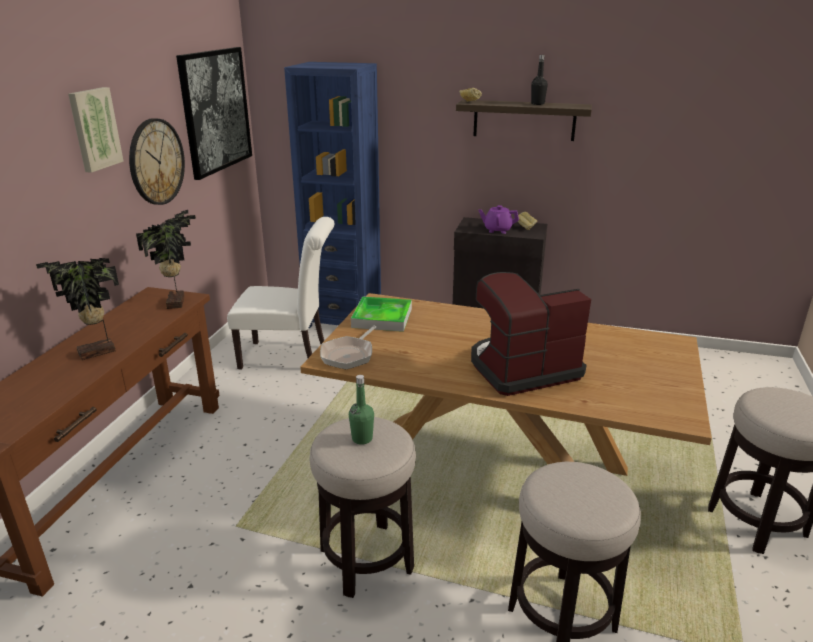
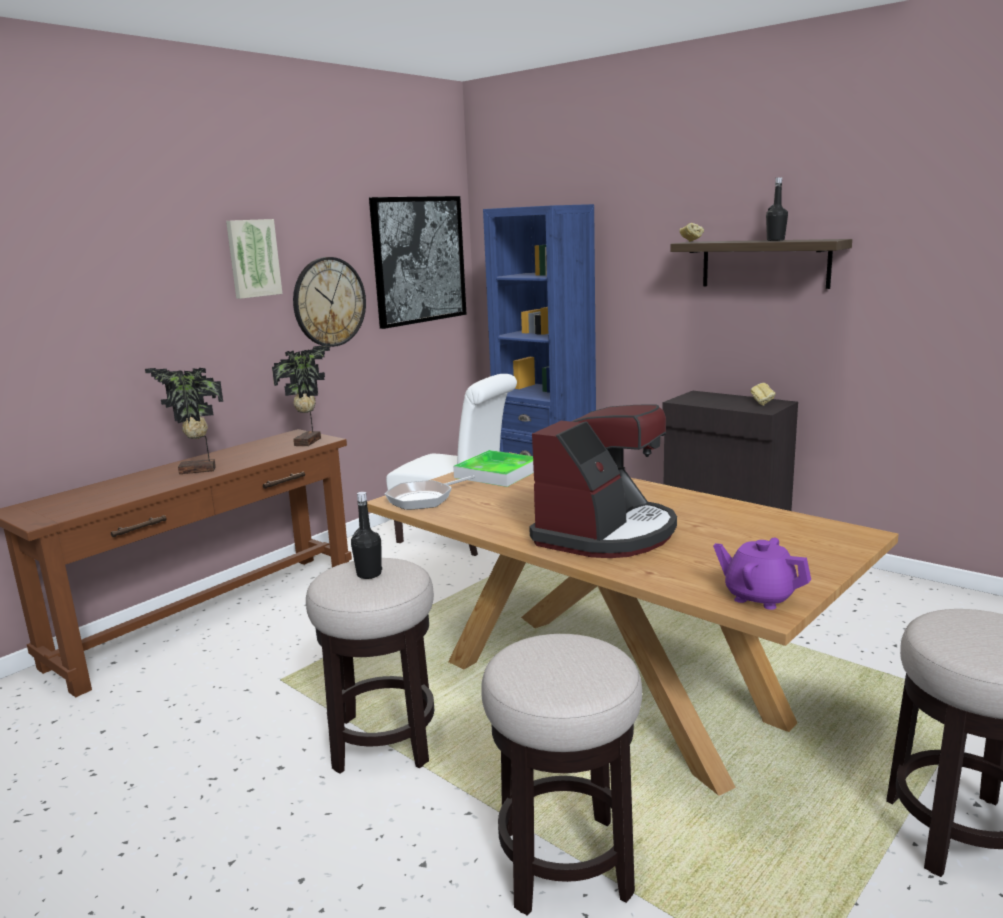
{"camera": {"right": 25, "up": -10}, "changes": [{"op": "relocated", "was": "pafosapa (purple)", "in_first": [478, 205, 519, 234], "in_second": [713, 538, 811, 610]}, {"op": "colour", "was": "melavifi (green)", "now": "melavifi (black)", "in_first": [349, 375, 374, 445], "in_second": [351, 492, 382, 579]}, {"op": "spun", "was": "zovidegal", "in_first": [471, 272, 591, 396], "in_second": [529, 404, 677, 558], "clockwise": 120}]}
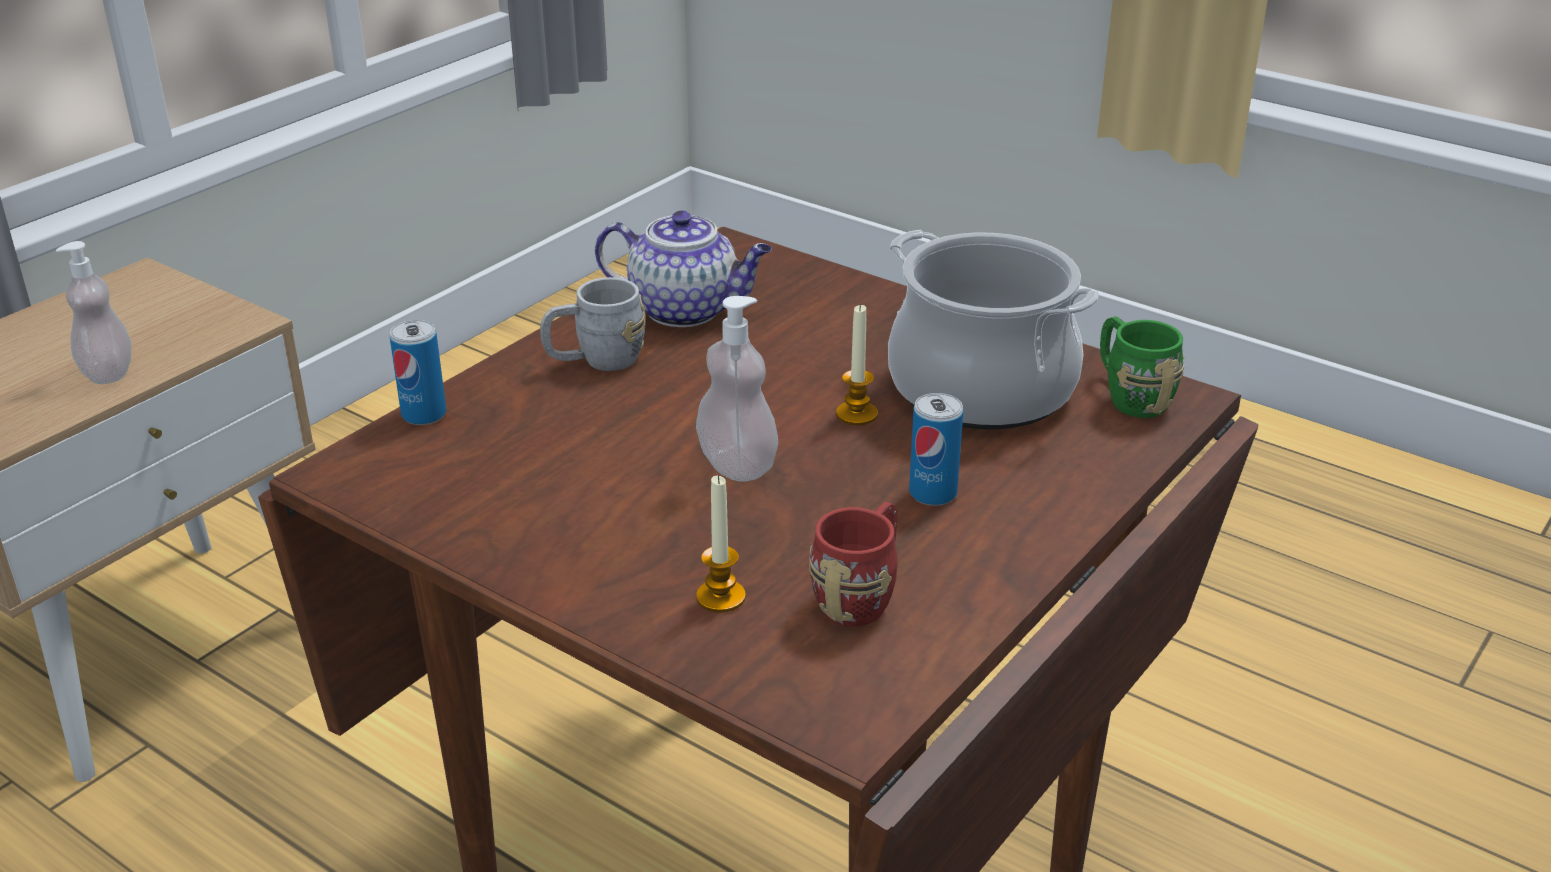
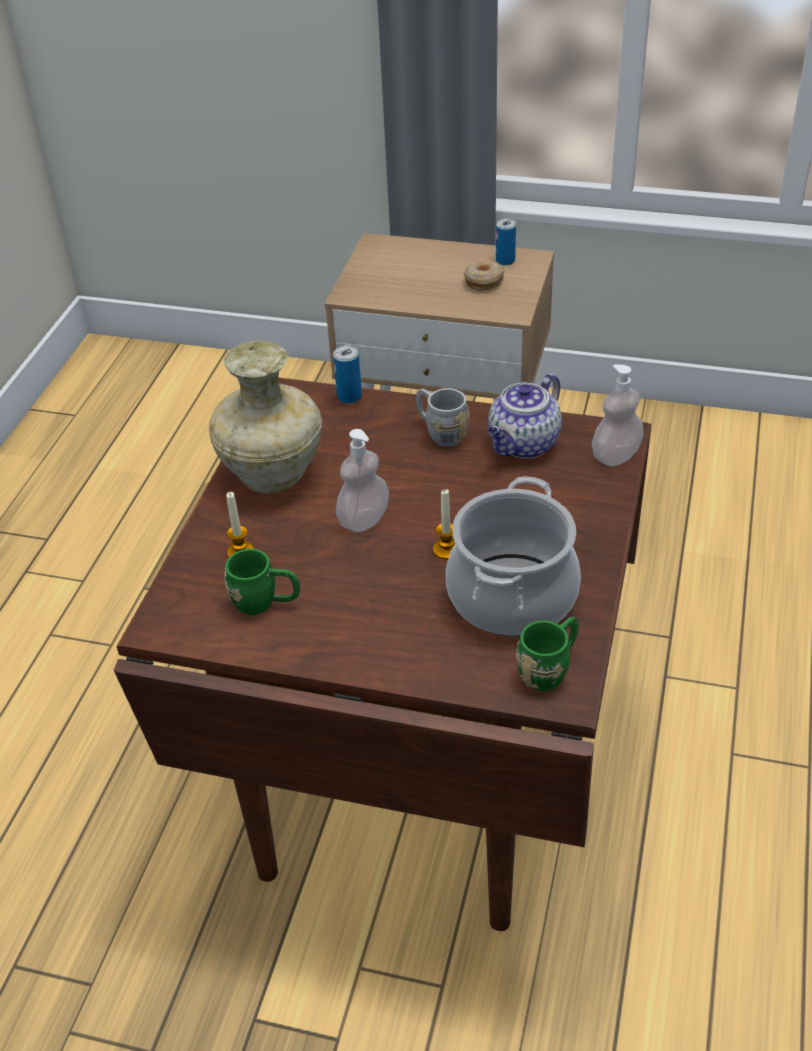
{"camera": {"right": 70, "up": 10}, "changes": [{"op": "appeared", "now": "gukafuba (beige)", "in_second": [209, 341, 322, 493]}, {"op": "appeared", "now": "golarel", "in_second": [464, 261, 505, 291]}, {"op": "relocated", "was": "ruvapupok", "in_first": [56, 241, 131, 384], "in_second": [592, 364, 644, 466]}, {"op": "relocated", "was": "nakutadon", "in_first": [909, 393, 963, 506], "in_second": [496, 218, 516, 265]}, {"op": "colour", "was": "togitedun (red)", "now": "togitedun (green)", "in_first": [809, 502, 898, 627], "in_second": [224, 549, 300, 615]}, {"op": "spun", "was": "pafosapa", "in_first": [595, 210, 772, 327], "in_second": [488, 373, 562, 459], "clockwise": 45}]}
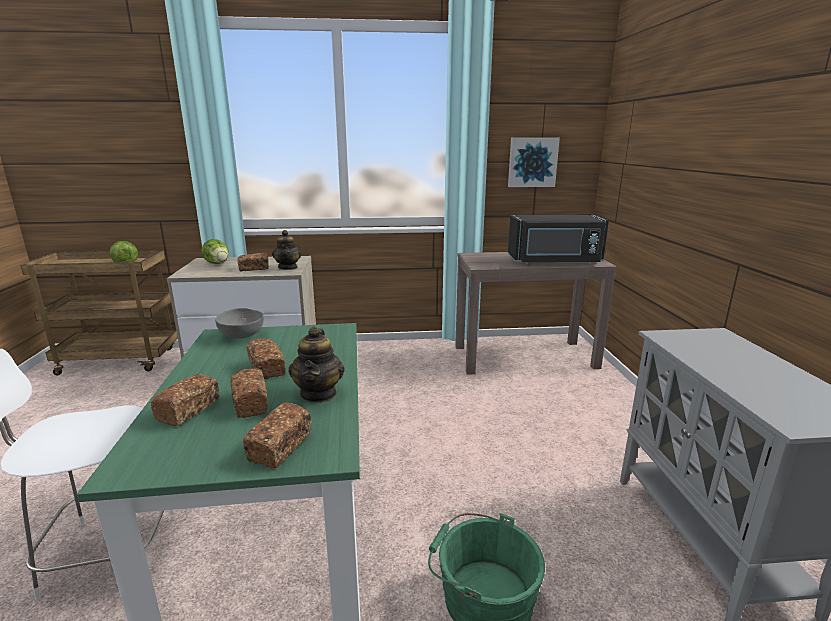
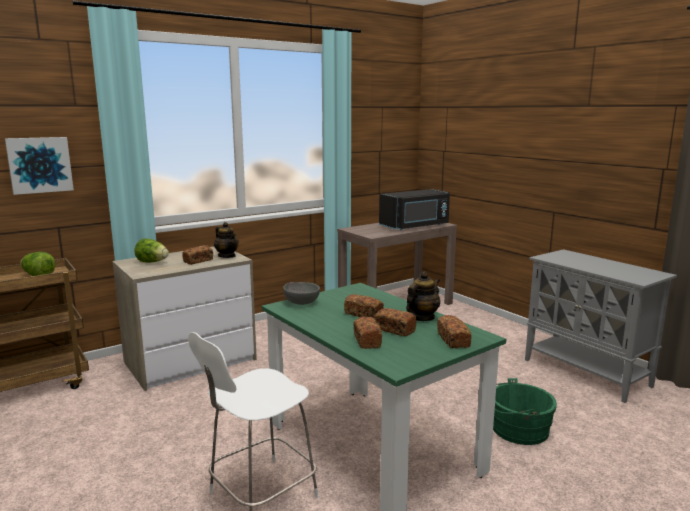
{"camera": {"right": -30, "up": -5}, "changes": [{"op": "relocated", "was": "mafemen", "in_first": [508, 137, 560, 187], "in_second": [5, 137, 74, 195]}, {"op": "spun", "was": "pafosapa", "in_first": [289, 326, 345, 403], "in_second": [406, 271, 440, 321], "clockwise": -105}]}
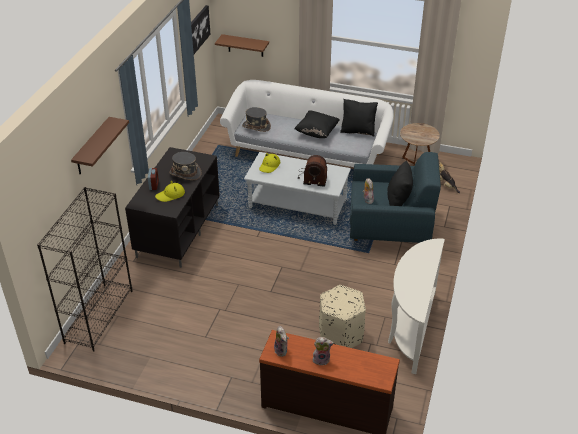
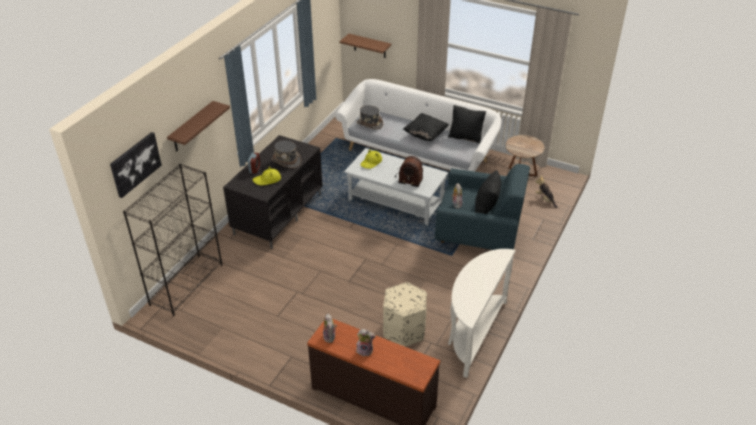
{"camera": {"right": 10, "up": 0}, "changes": [{"op": "relocated", "was": "mafemen", "in_first": [191, 5, 211, 54], "in_second": [110, 132, 162, 198]}]}
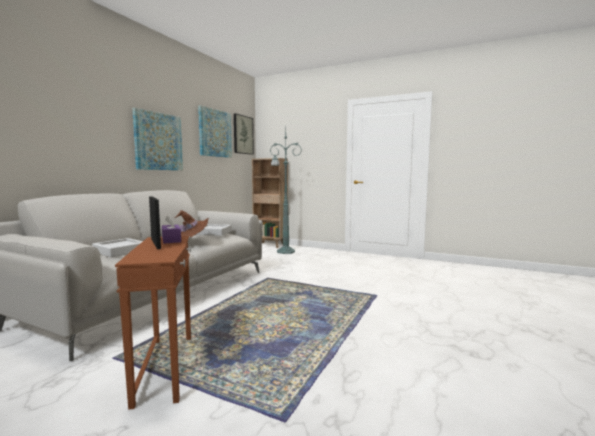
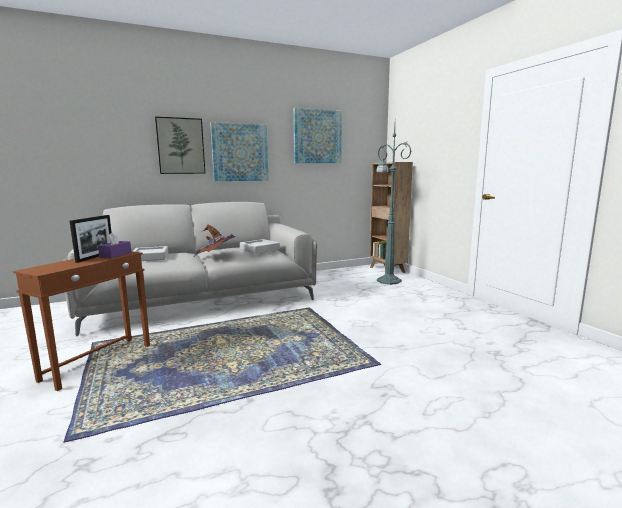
{"camera": {"right": 40, "up": 5}, "changes": [{"op": "relocated", "was": "mafemen", "in_first": [234, 113, 254, 155], "in_second": [155, 117, 205, 174]}]}
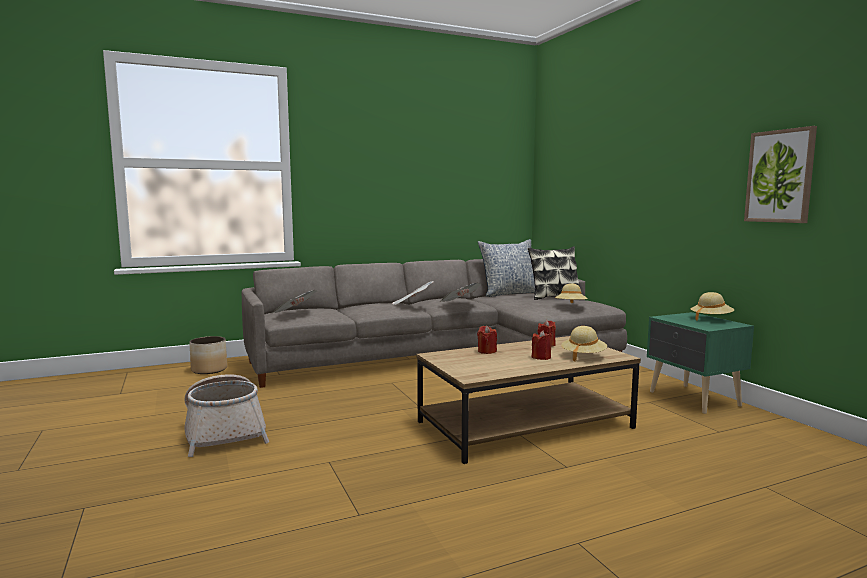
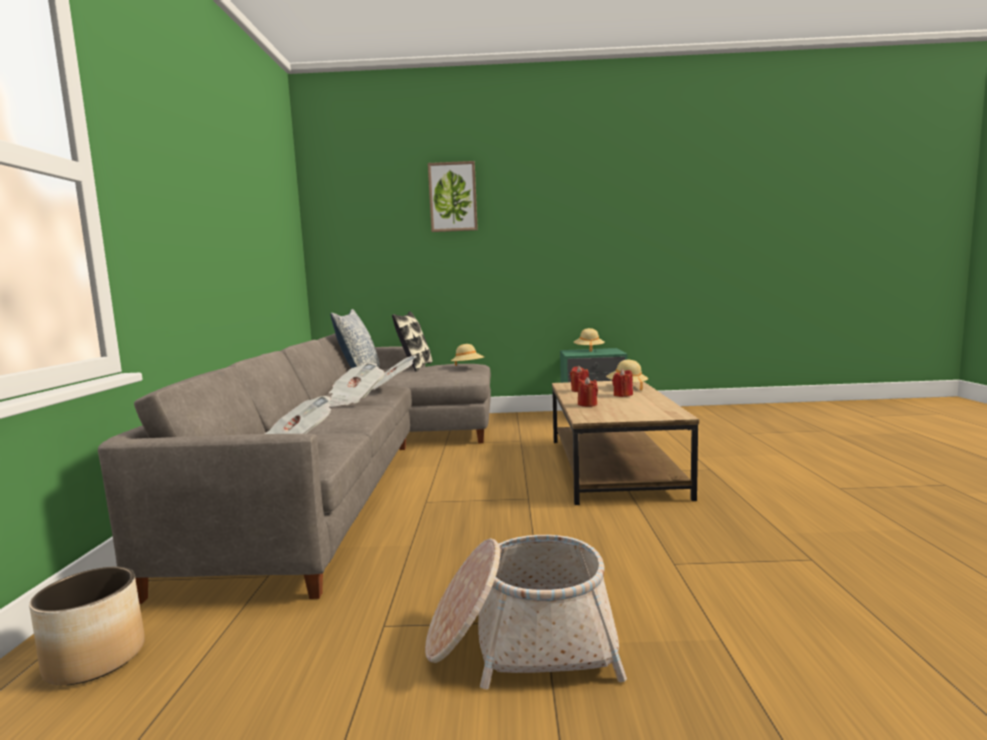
{"camera": {"right": -65, "up": 0}, "changes": [{"op": "relocated", "was": "mafemen", "in_first": [744, 126, 817, 223], "in_second": [428, 161, 478, 232]}]}
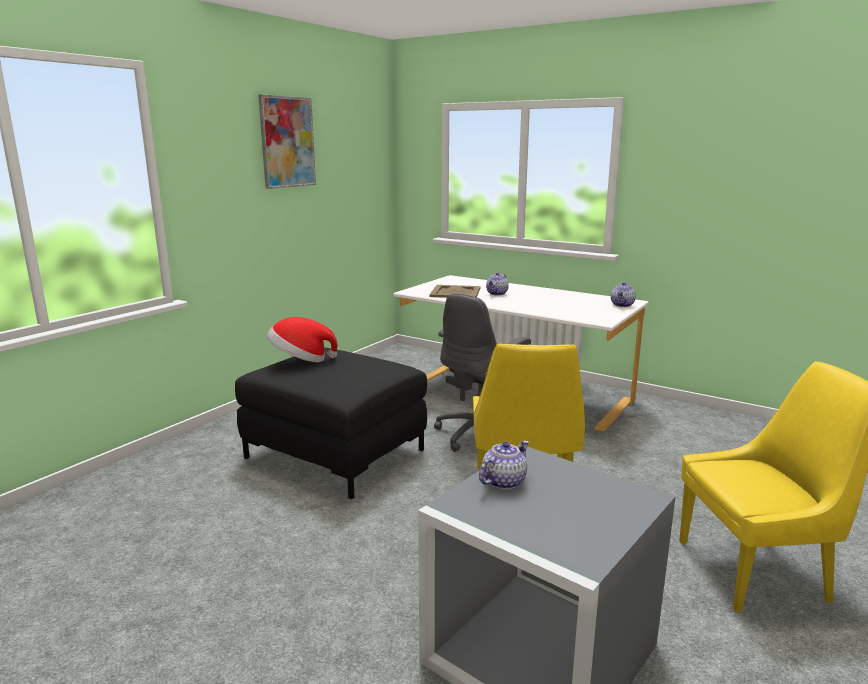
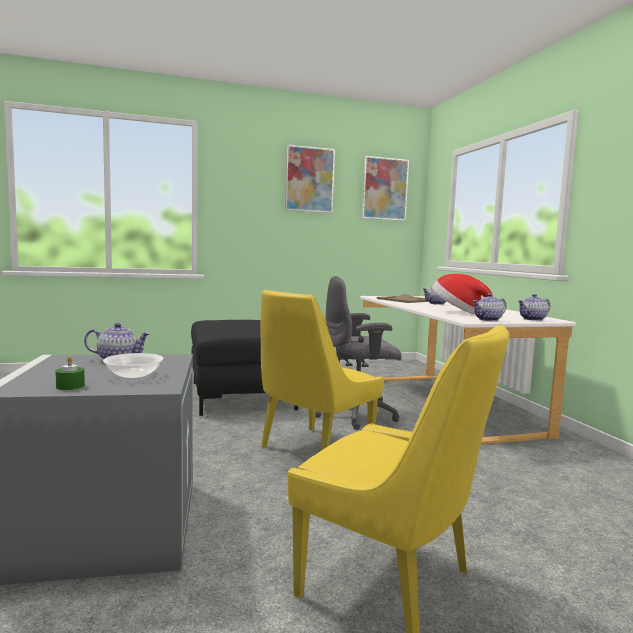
{"camera": {"right": 40, "up": -10}, "changes": [{"op": "appeared", "now": "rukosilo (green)", "in_second": [55, 356, 85, 390]}, {"op": "appeared", "now": "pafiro", "in_second": [103, 353, 163, 380]}, {"op": "appeared", "now": "mafemen", "in_second": [362, 156, 409, 221]}, {"op": "appeared", "now": "pafosapa", "in_second": [472, 294, 506, 321]}, {"op": "relocated", "was": "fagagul", "in_first": [267, 317, 338, 362], "in_second": [432, 274, 493, 314]}]}
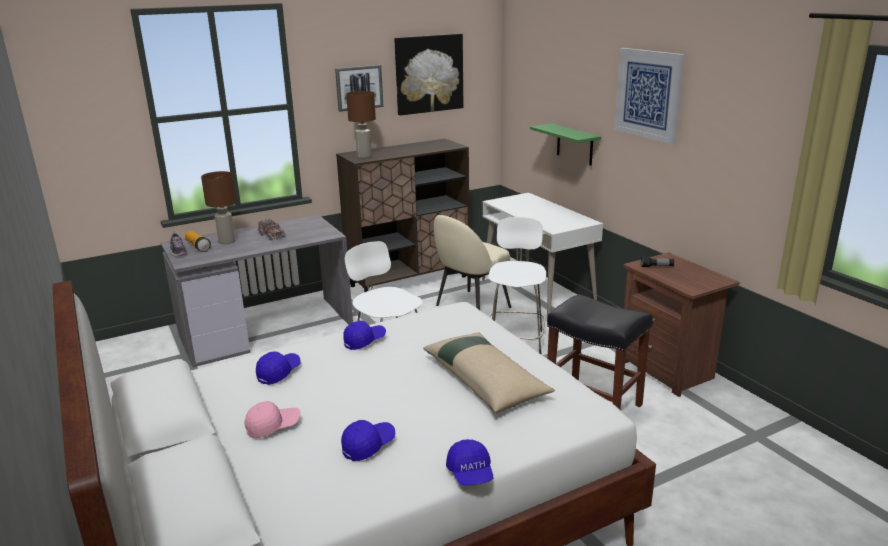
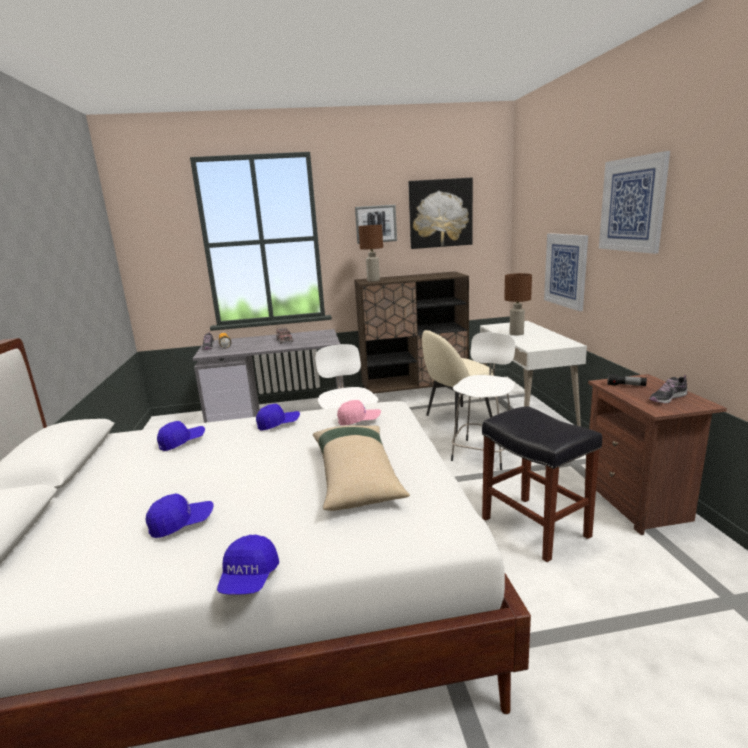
{"camera": {"right": 20, "up": -5}, "changes": [{"op": "appeared", "now": "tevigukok", "in_second": [649, 375, 688, 403]}, {"op": "relocated", "was": "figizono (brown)", "in_first": [201, 171, 237, 244], "in_second": [504, 273, 532, 336]}, {"op": "relocated", "was": "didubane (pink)", "in_first": [244, 401, 300, 438], "in_second": [337, 400, 381, 426]}, {"op": "exchanged", "was": "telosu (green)", "now": "mafemen", "in_first": [530, 124, 601, 166], "in_second": [544, 233, 588, 311]}]}
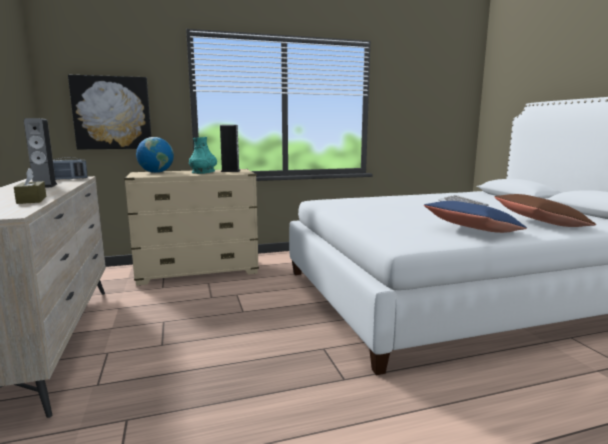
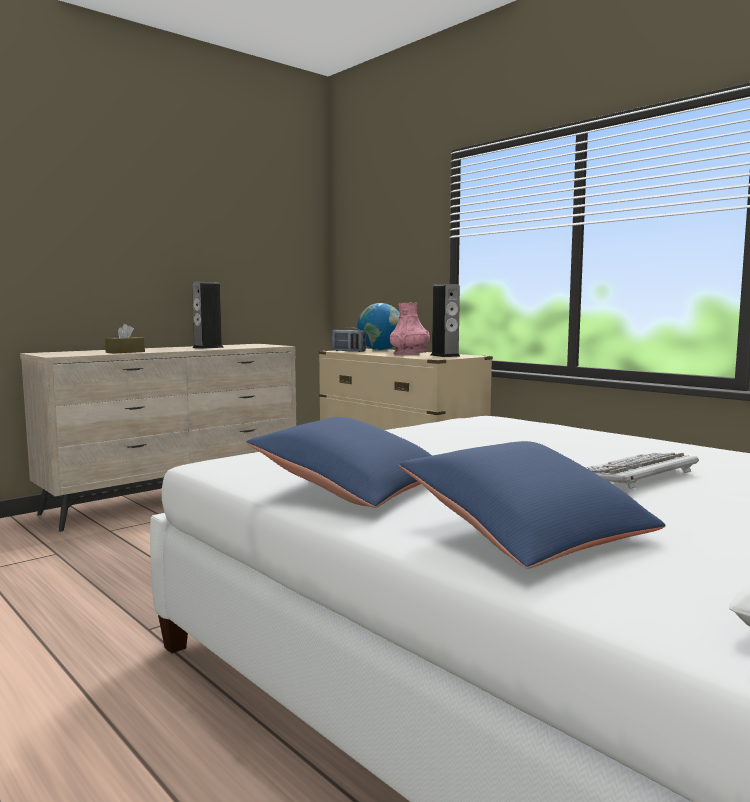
{"camera": {"right": 65, "up": -5}, "changes": [{"op": "missing", "was": "mafemen", "in_first": [68, 75, 151, 150]}, {"op": "relocated", "was": "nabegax", "in_first": [53, 157, 87, 180], "in_second": [332, 327, 366, 352]}, {"op": "colour", "was": "gukafuba (turquoise)", "now": "gukafuba (pink)", "in_first": [189, 137, 217, 174], "in_second": [390, 303, 430, 355]}, {"op": "colour", "was": "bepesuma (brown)", "now": "bepesuma (blue)", "in_first": [494, 194, 596, 227], "in_second": [399, 441, 666, 569]}]}
